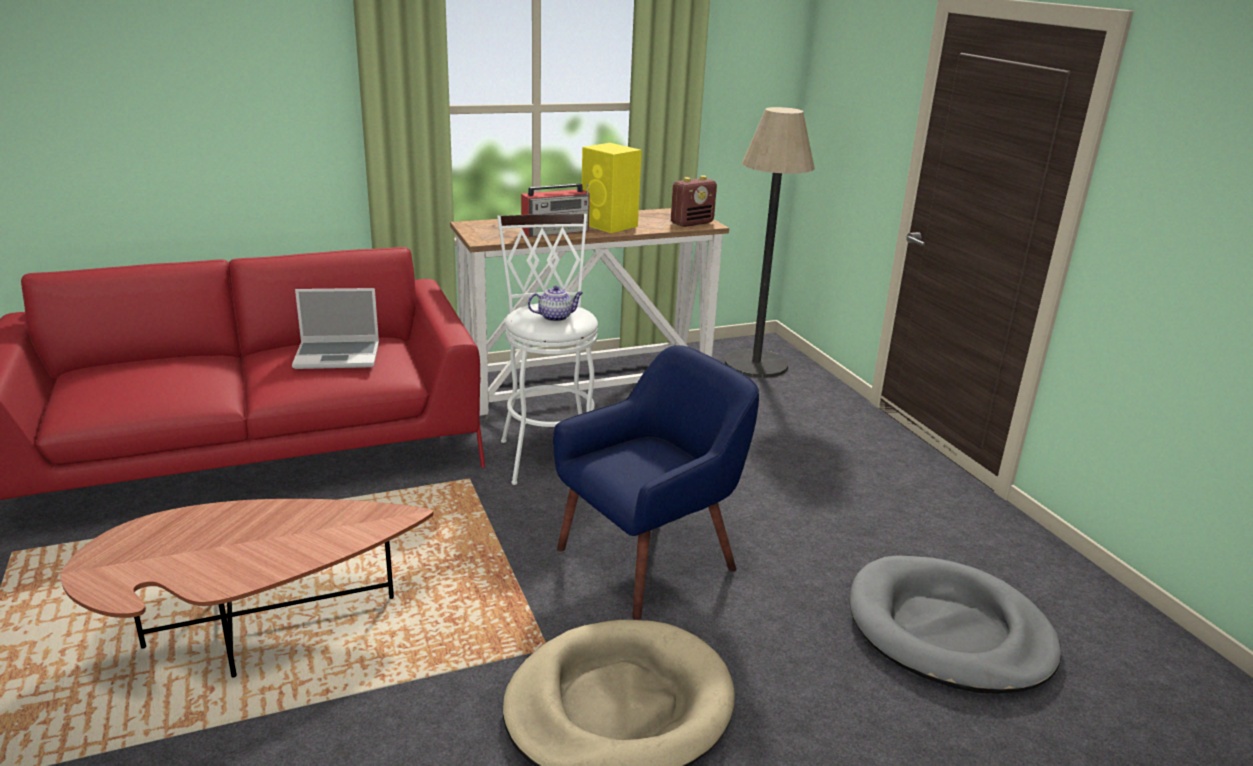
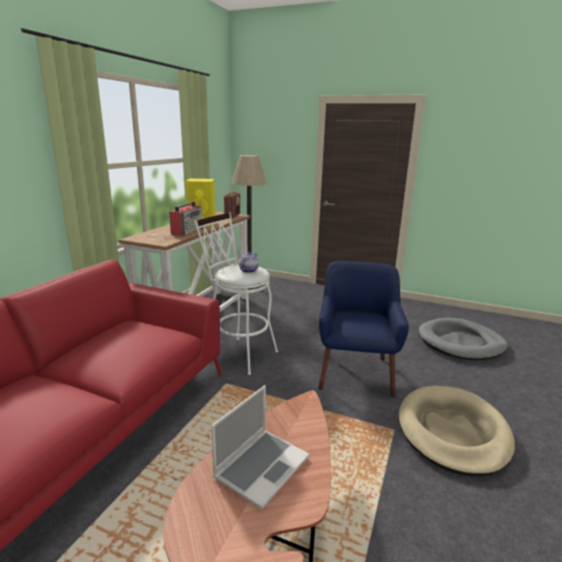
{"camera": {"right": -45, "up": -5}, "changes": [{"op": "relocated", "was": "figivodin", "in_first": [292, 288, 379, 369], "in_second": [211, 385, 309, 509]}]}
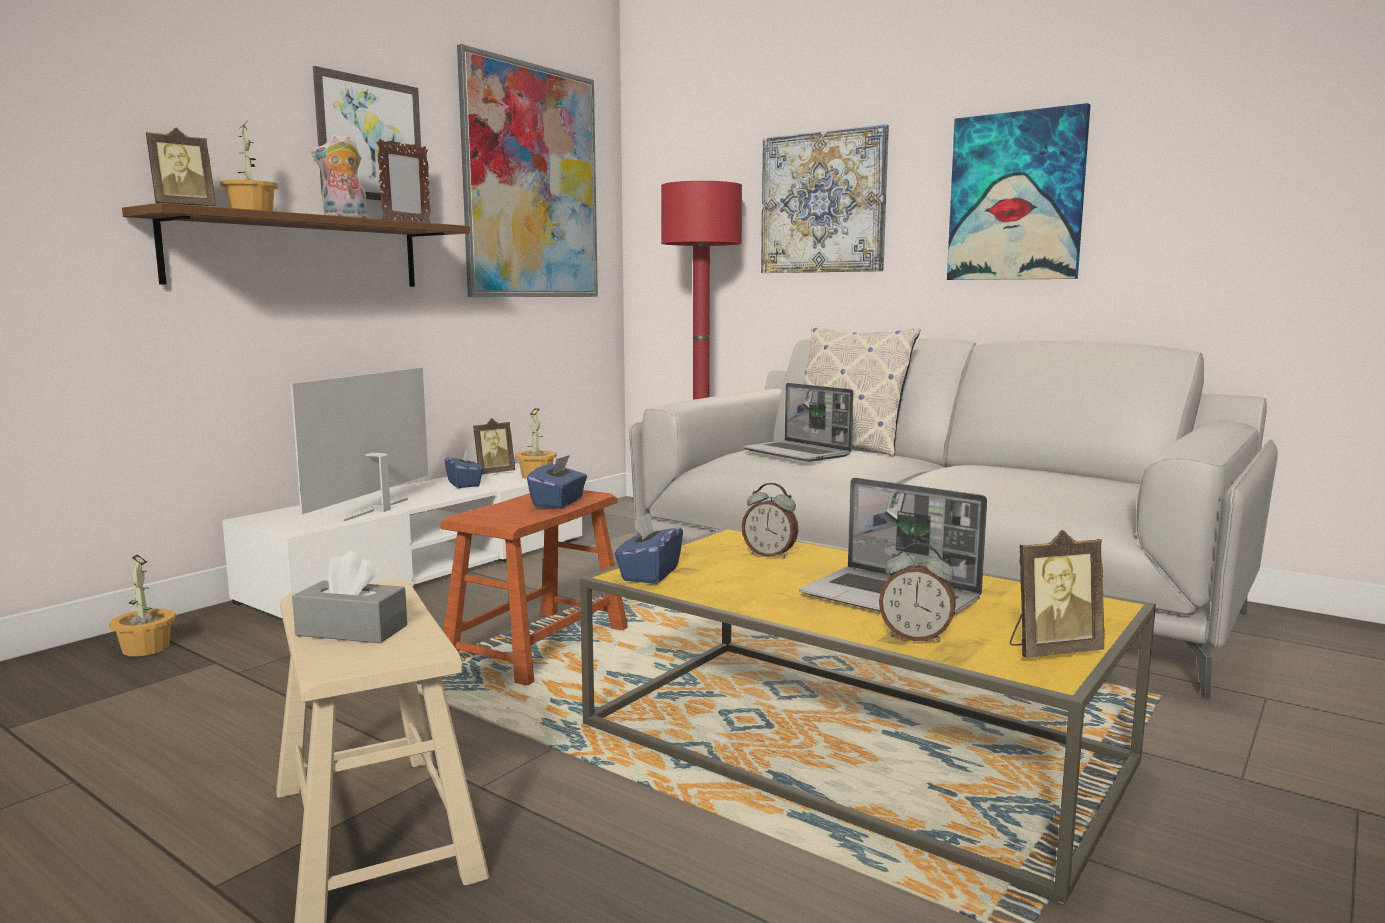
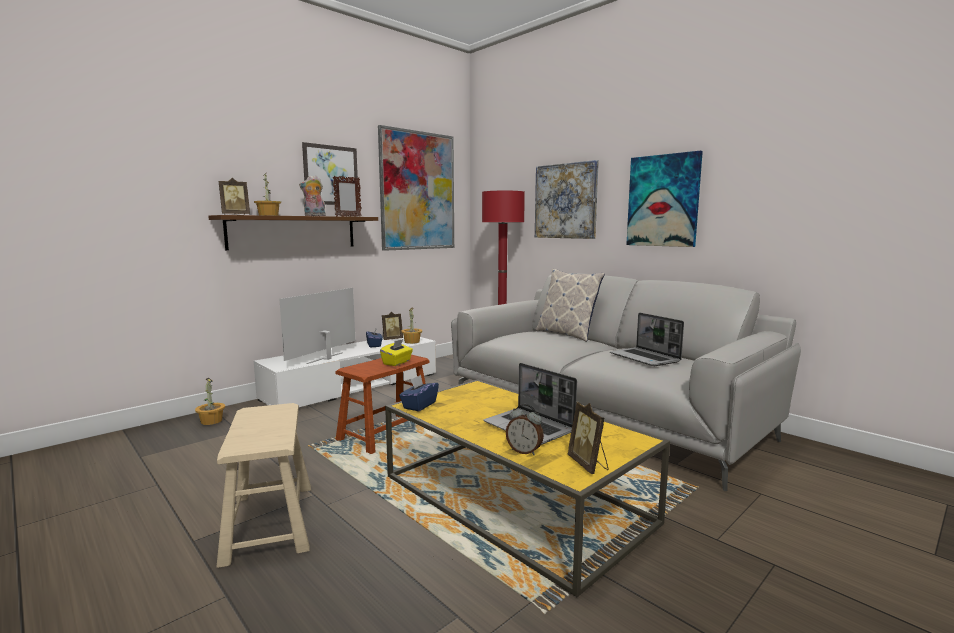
{"camera": {"right": 10, "up": 0}, "changes": [{"op": "missing", "was": "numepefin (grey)", "in_first": [292, 551, 407, 643]}, {"op": "missing", "was": "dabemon", "in_first": [742, 483, 798, 558]}, {"op": "relocated", "was": "figivodin", "in_first": [742, 383, 853, 462], "in_second": [610, 313, 684, 366]}, {"op": "colour", "was": "numepefin (blue)", "now": "numepefin (yellow)", "in_first": [527, 455, 587, 509], "in_second": [380, 339, 413, 366]}, {"op": "spun", "was": "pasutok", "in_first": [1010, 530, 1105, 658], "in_second": [568, 402, 608, 474], "clockwise": 75}]}
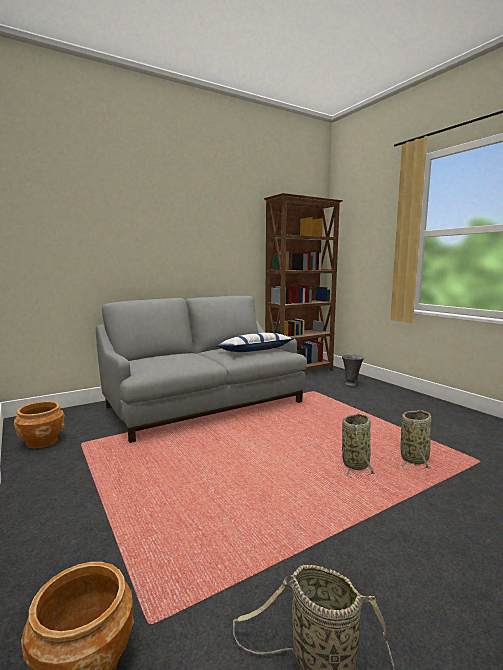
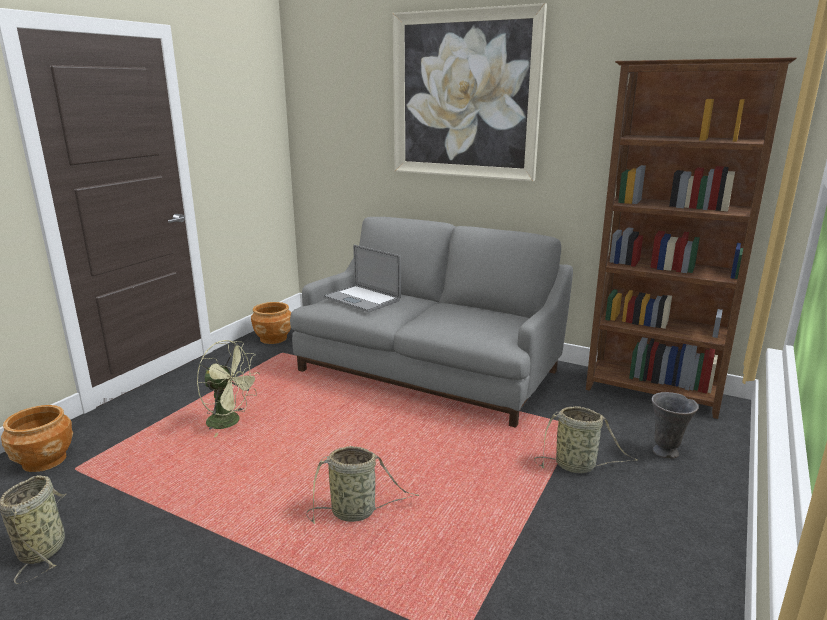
{"camera": {"right": 60, "up": 10}, "changes": [{"op": "missing", "was": "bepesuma", "in_first": [217, 333, 294, 352]}, {"op": "appeared", "now": "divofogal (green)", "in_second": [197, 340, 260, 437]}, {"op": "appeared", "now": "figivodin", "in_second": [323, 245, 401, 312]}, {"op": "appeared", "now": "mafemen", "in_second": [393, 3, 547, 181]}, {"op": "relocated", "was": "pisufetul", "in_first": [401, 410, 432, 470], "in_second": [534, 406, 638, 473]}]}
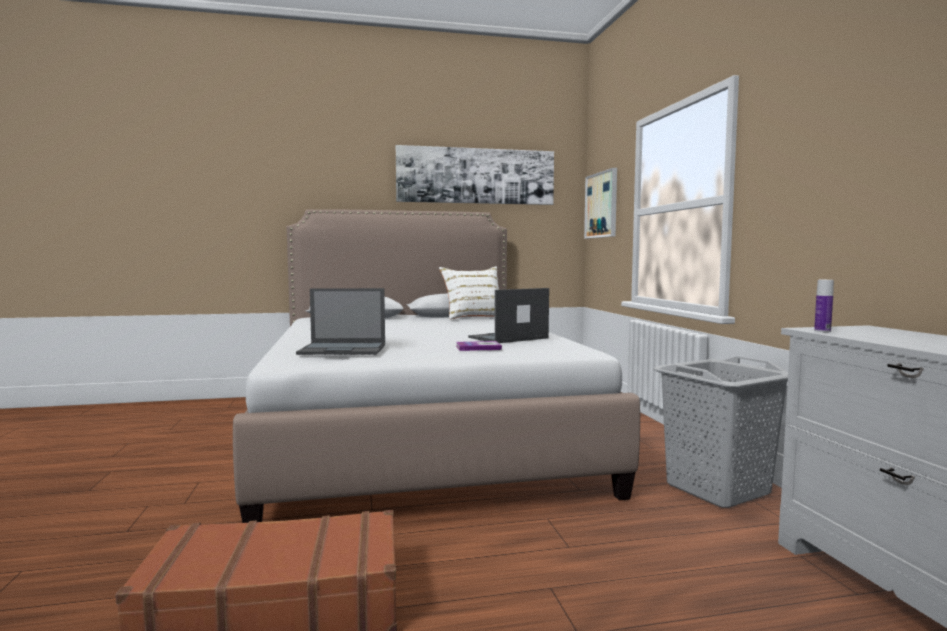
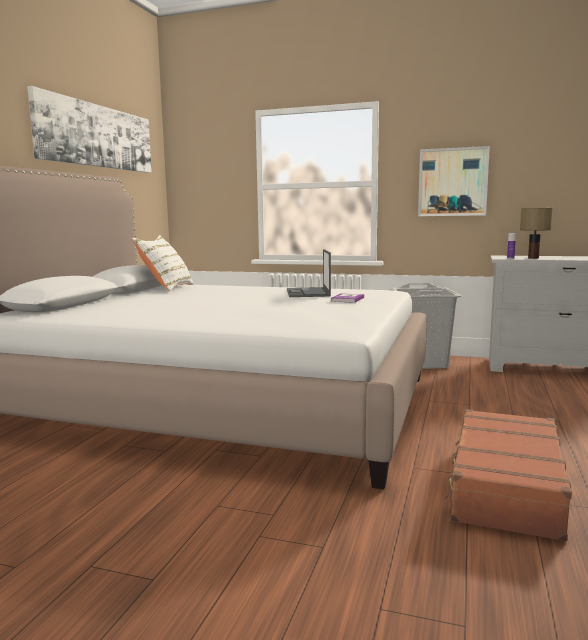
{"camera": {"right": -60, "up": 5}, "changes": [{"op": "missing", "was": "figivodin", "in_first": [296, 288, 385, 355]}, {"op": "appeared", "now": "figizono", "in_second": [520, 208, 553, 259]}, {"op": "relocated", "was": "mafemen", "in_first": [584, 168, 617, 239], "in_second": [418, 146, 490, 216]}]}
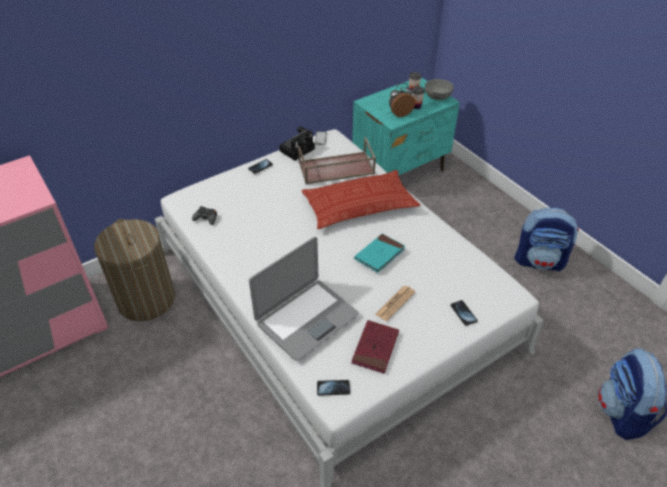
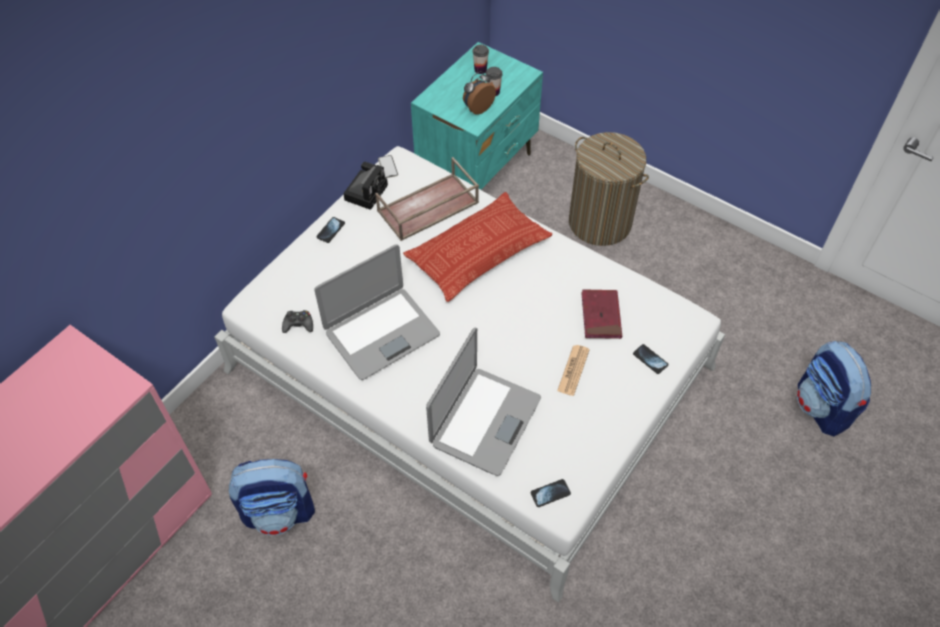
{"camera": {"right": -20, "up": 10}, "changes": [{"op": "missing", "was": "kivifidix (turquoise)", "in_first": [354, 234, 405, 273]}, {"op": "missing", "was": "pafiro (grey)", "in_first": [425, 79, 454, 100]}, {"op": "appeared", "now": "figivodin", "in_second": [314, 244, 440, 380]}, {"op": "relocated", "was": "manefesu", "in_first": [94, 219, 175, 321], "in_second": [569, 132, 649, 246]}, {"op": "relocated", "was": "kivifidix (red)", "in_first": [351, 320, 399, 374], "in_second": [581, 289, 622, 339]}, {"op": "relocated", "was": "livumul", "in_first": [514, 207, 579, 271], "in_second": [229, 459, 315, 535]}]}
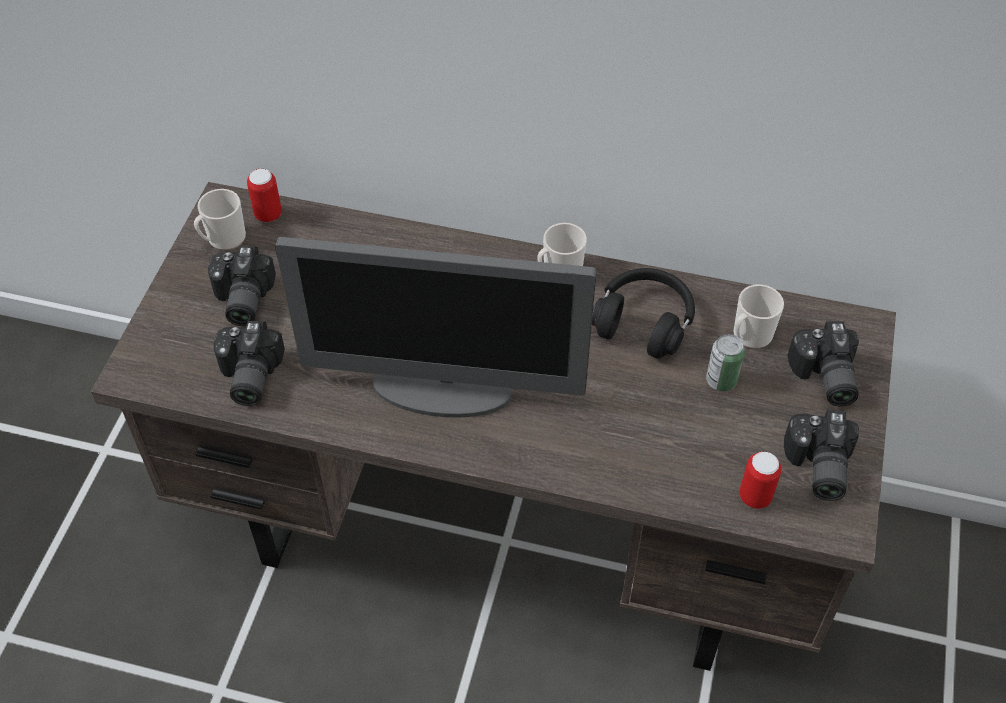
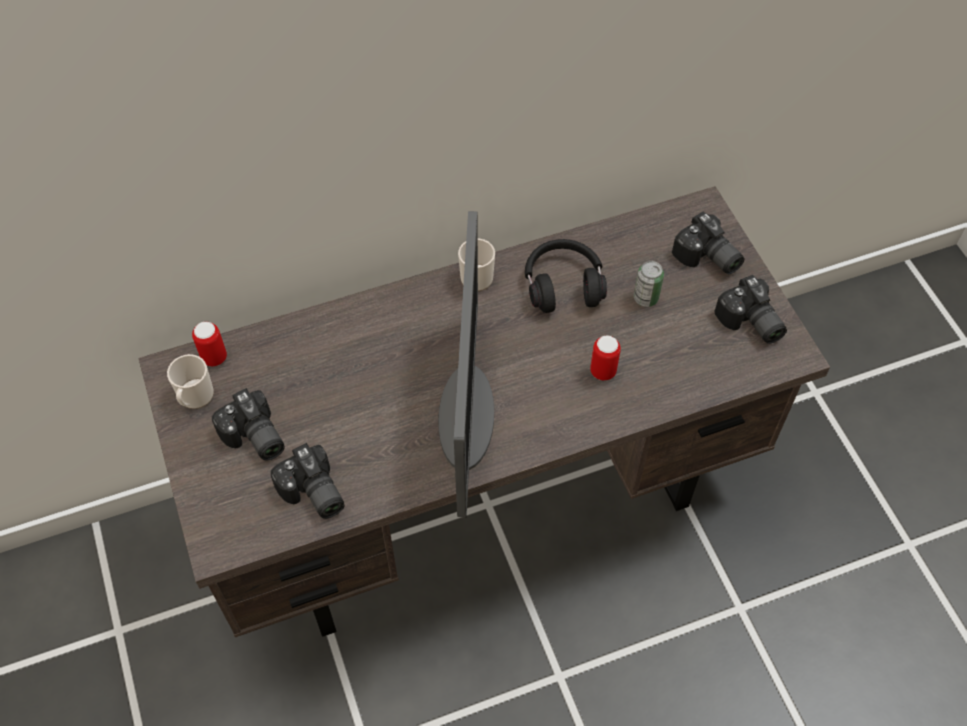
{"camera": {"right": -35, "up": 5}, "changes": [{"op": "missing", "was": "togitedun", "in_first": [733, 284, 784, 349]}, {"op": "relocated", "was": "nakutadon", "in_first": [739, 452, 782, 509], "in_second": [590, 335, 621, 381]}, {"op": "spun", "was": "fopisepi", "in_first": [275, 237, 597, 418], "in_second": [438, 211, 494, 517], "clockwise": -60}]}
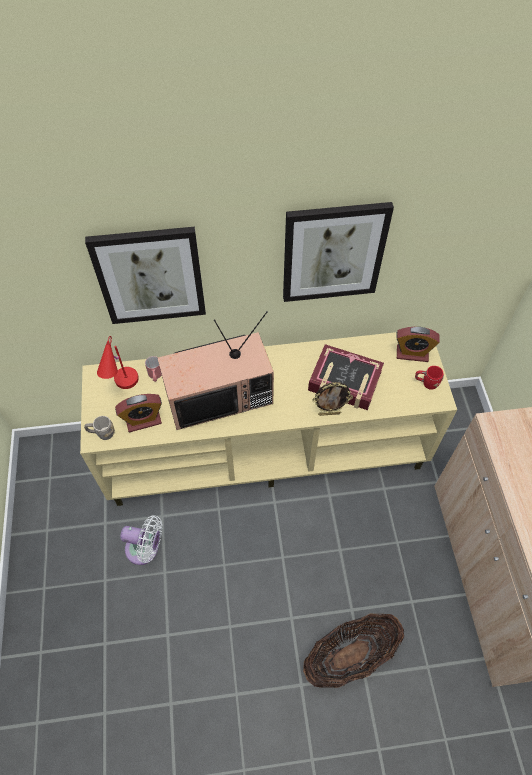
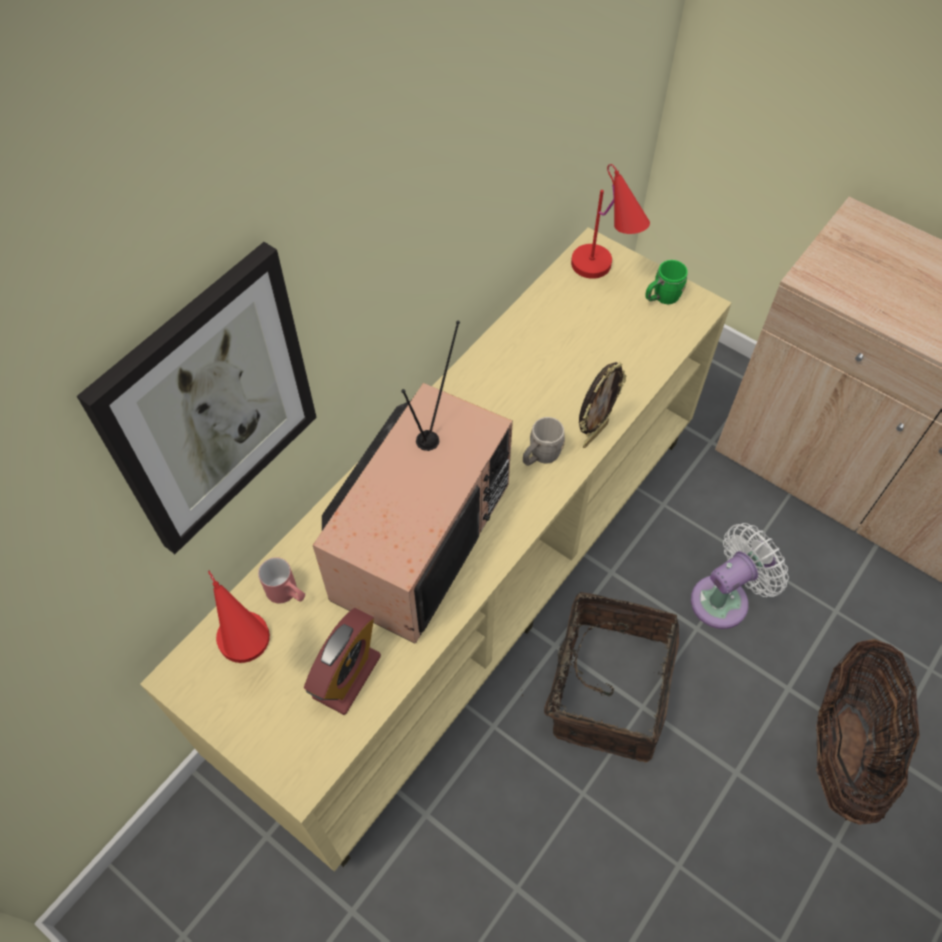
{"camera": {"right": -45, "up": 0}, "changes": [{"op": "missing", "was": "mafemen", "in_first": [283, 202, 394, 302]}, {"op": "missing", "was": "kivifidix", "in_first": [308, 344, 384, 410]}, {"op": "appeared", "now": "pisufetul", "in_second": [522, 592, 679, 763]}, {"op": "relocated", "was": "togitedun (grey)", "in_first": [84, 416, 115, 440], "in_second": [523, 417, 565, 466]}, {"op": "relocated", "was": "divofogal (white)", "in_first": [120, 515, 162, 565], "in_second": [691, 523, 789, 629]}, {"op": "exchanged", "was": "dabemon", "now": "figizono (red)", "in_first": [396, 327, 440, 362], "in_second": [571, 164, 650, 279]}, {"op": "colour", "was": "togitedun (red)", "now": "togitedun (green)", "in_first": [415, 366, 444, 390], "in_second": [645, 260, 688, 304]}]}
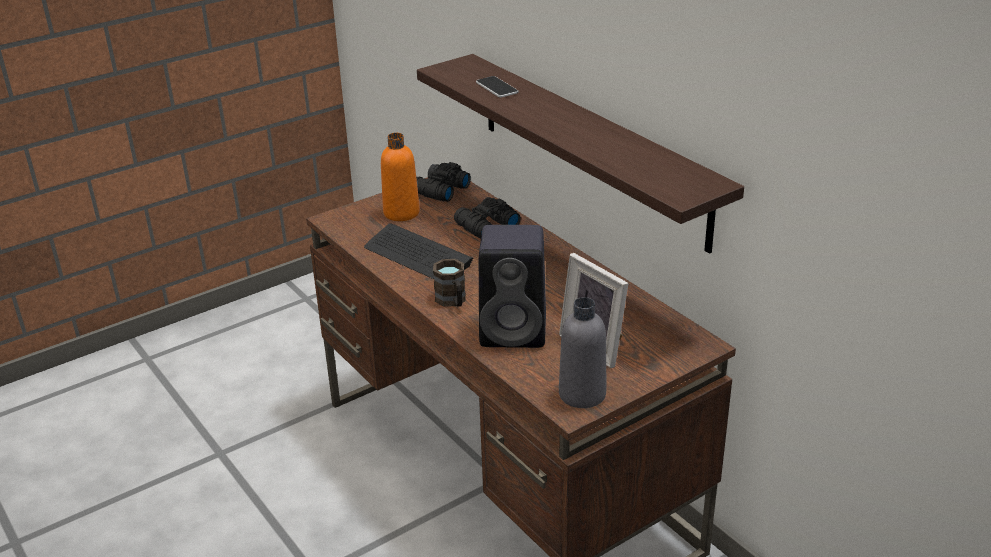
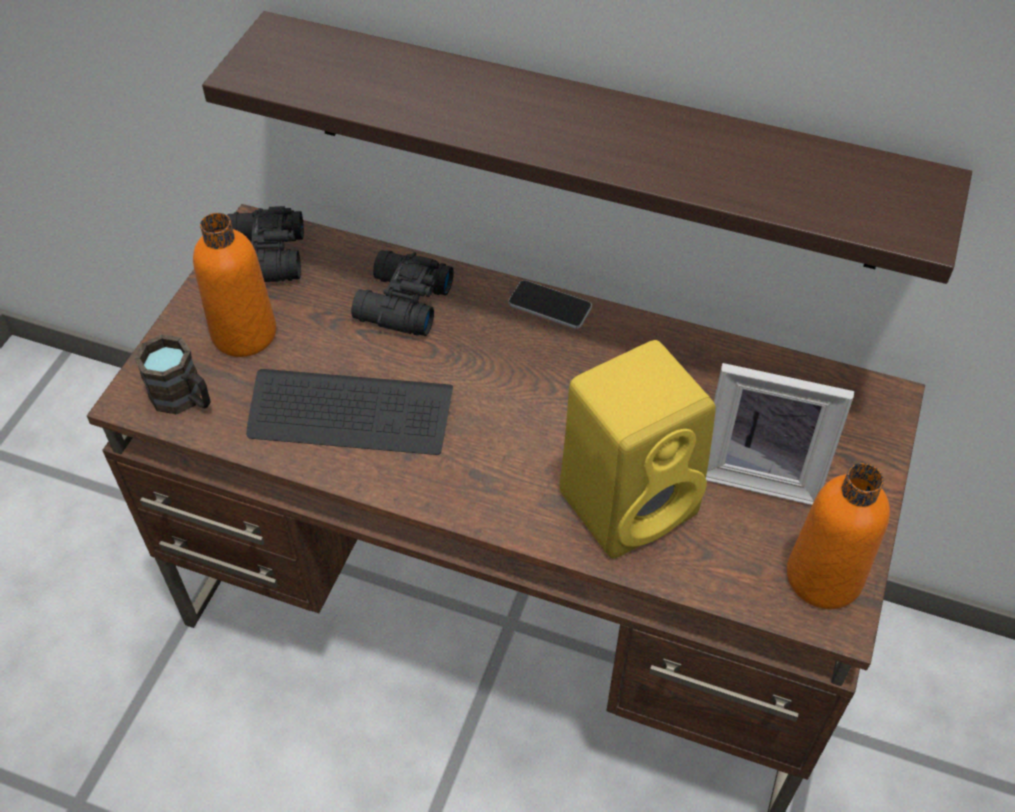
{"camera": {"right": -35, "up": 20}, "changes": [{"op": "relocated", "was": "togitedun (brown)", "in_first": [433, 259, 466, 307], "in_second": [134, 334, 211, 414]}, {"op": "relocated", "was": "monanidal", "in_first": [476, 76, 518, 98], "in_second": [508, 280, 592, 329]}, {"op": "colour", "was": "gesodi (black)", "now": "gesodi (yellow)", "in_first": [479, 225, 546, 348], "in_second": [559, 340, 716, 558]}, {"op": "colour", "was": "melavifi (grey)", "now": "melavifi (orange)", "in_first": [559, 297, 606, 408], "in_second": [787, 463, 890, 609]}]}
